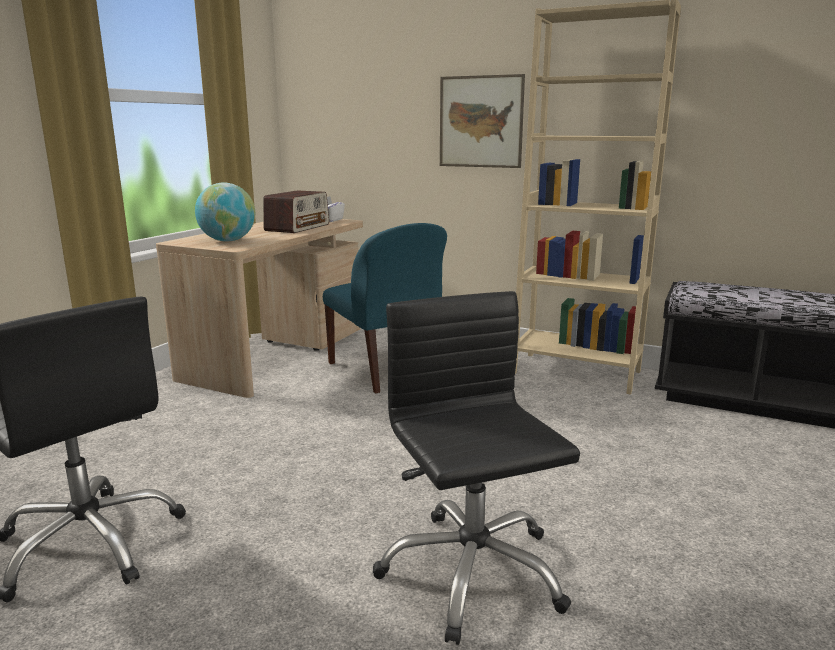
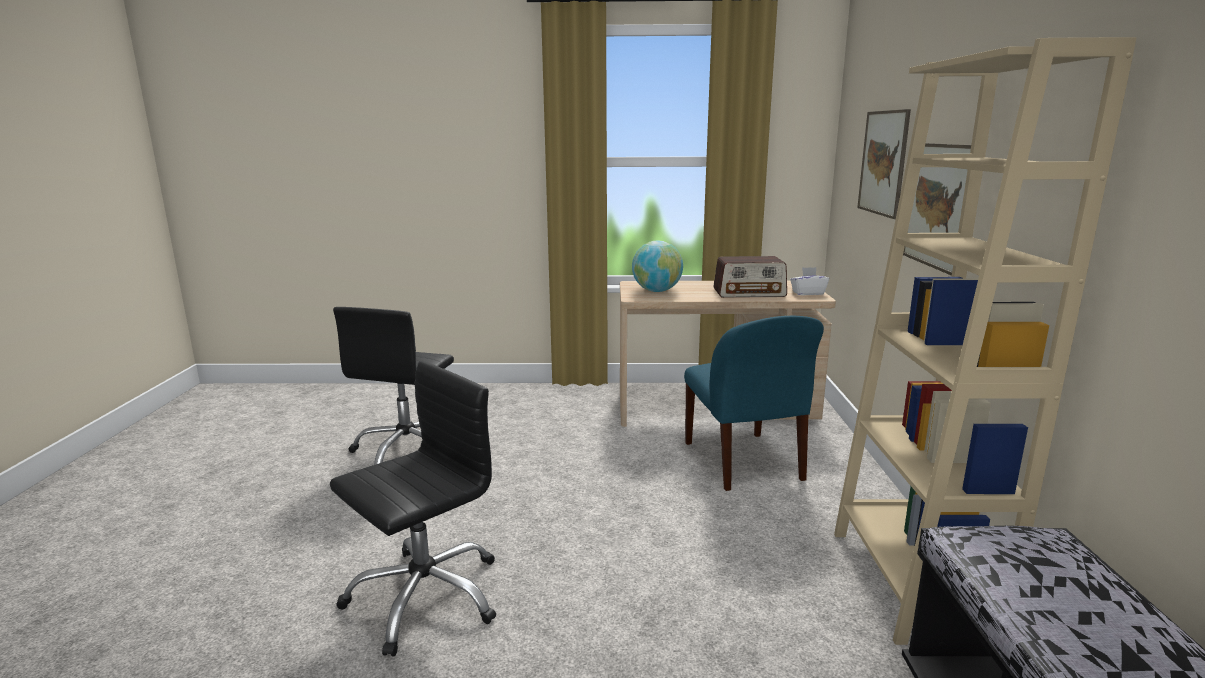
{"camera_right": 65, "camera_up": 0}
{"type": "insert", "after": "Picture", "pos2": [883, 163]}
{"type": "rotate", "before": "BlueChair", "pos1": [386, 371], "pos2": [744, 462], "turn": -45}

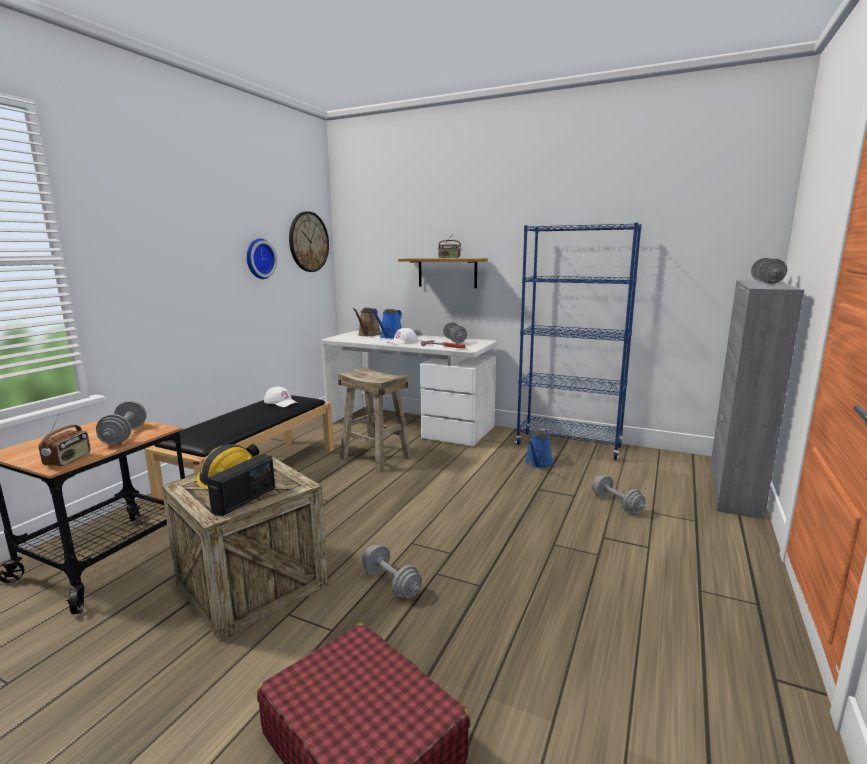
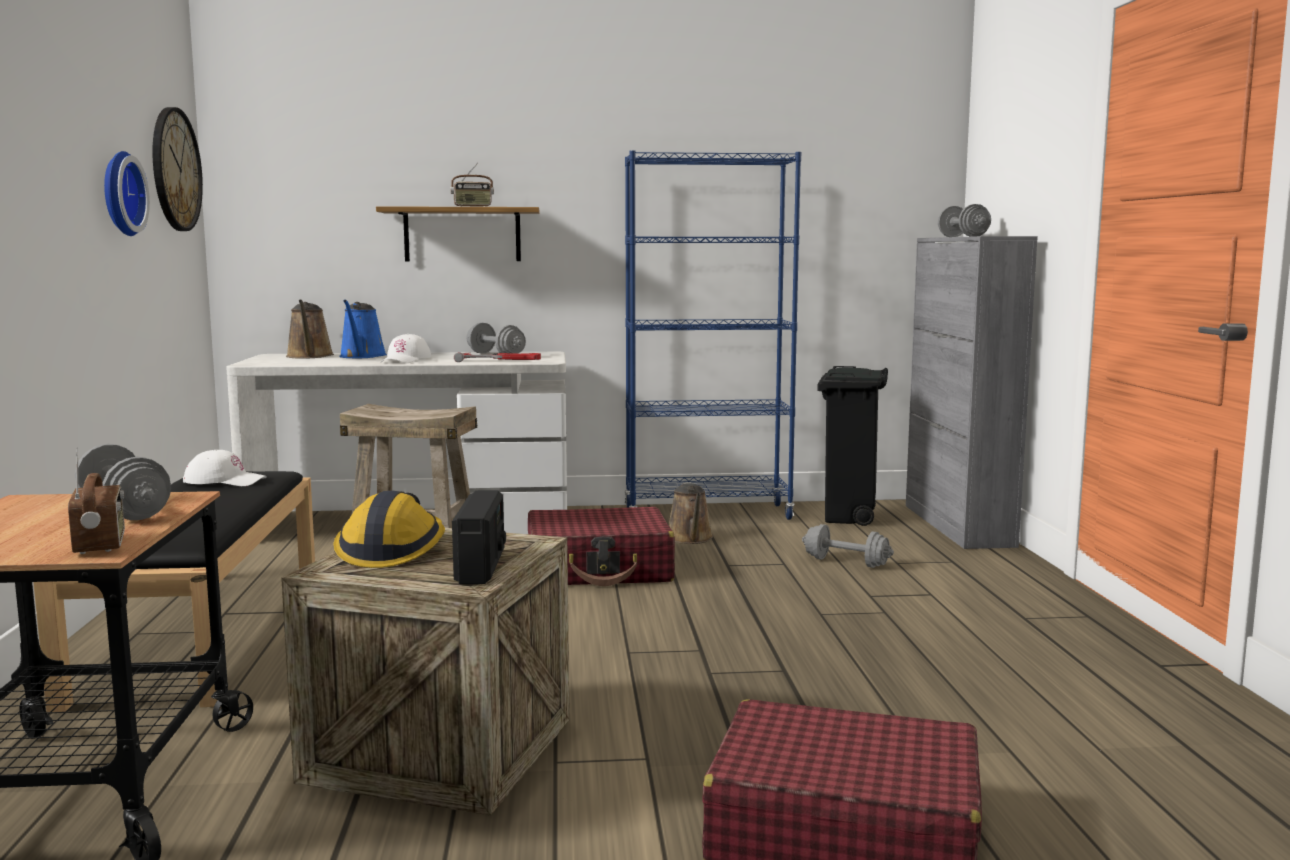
{"camera_right": -30, "camera_up": -5}
{"type": "delete", "before": "GreyDumbbell", "pos1": [391, 583]}
{"type": "insert", "after": "RedSuitcase", "pos2": [599, 569]}
{"type": "insert", "after": "BlackTrashCan", "pos2": [849, 518]}
{"type": "recolor", "before": "BlueWateringCan", "after": "BrownWateringCan", "pos1": [538, 463], "pos2": [690, 539]}

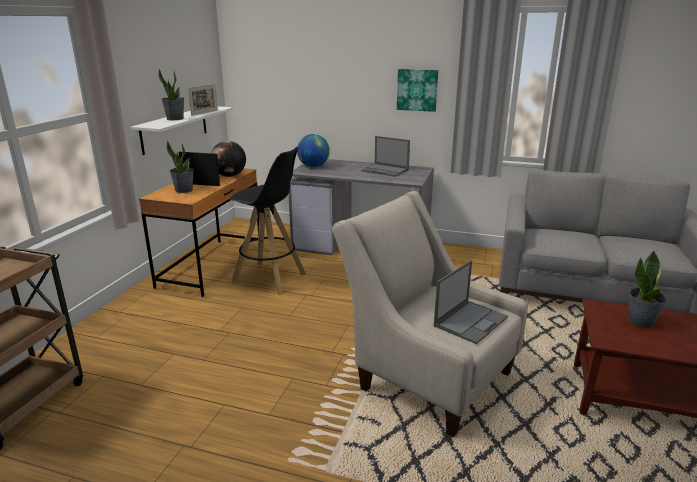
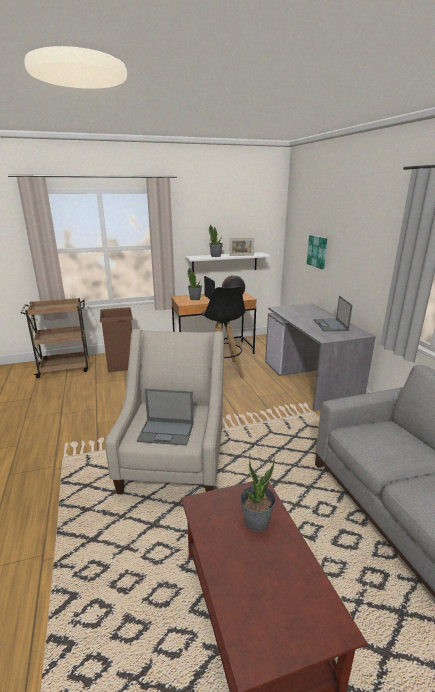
{"camera_right": 55, "camera_up": 0}
{"type": "delete", "before": "Globe", "pos1": [313, 166]}
{"type": "insert", "after": "BrownTrashCan", "pos2": [121, 365]}
{"type": "move", "before": "Picture", "pos1": [417, 90], "pos2": [318, 251]}

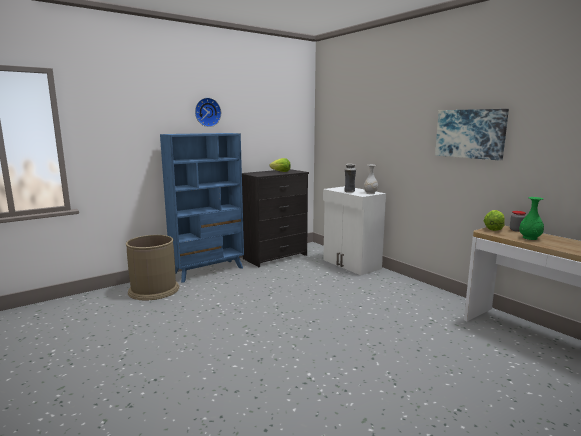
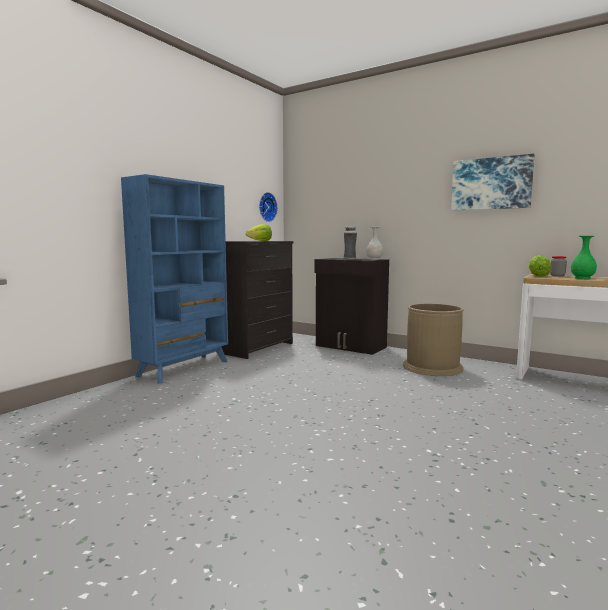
{"camera_right": -20, "camera_up": -5}
{"type": "move", "before": "BrownTrashCan", "pos1": [154, 290], "pos2": [432, 367]}
{"type": "move", "before": "WallClock", "pos1": [207, 112], "pos2": [266, 207]}
{"type": "recolor", "before": "WhiteCabinet", "after": "BlackCabinet", "pos1": [351, 264], "pos2": [350, 346]}

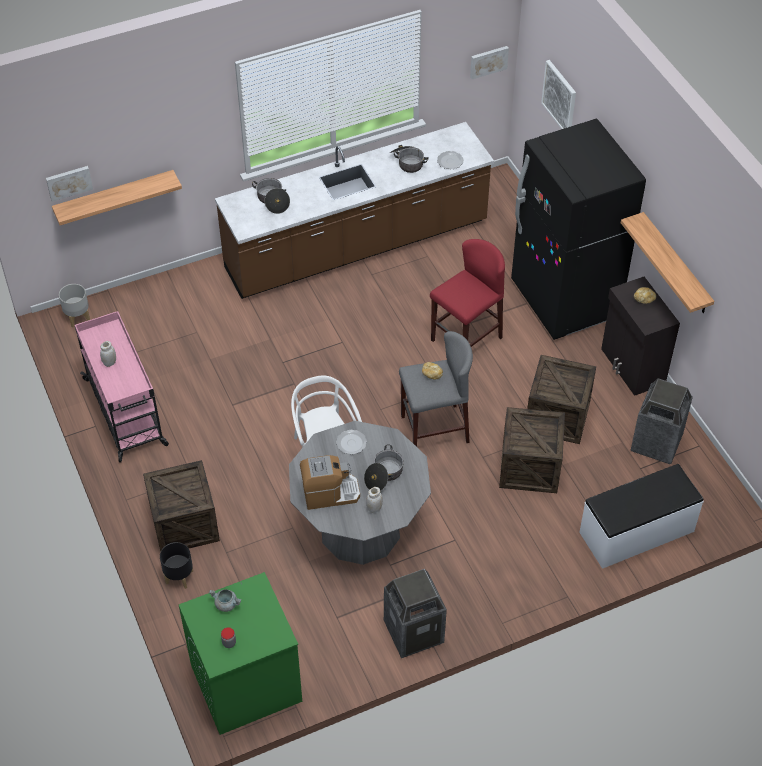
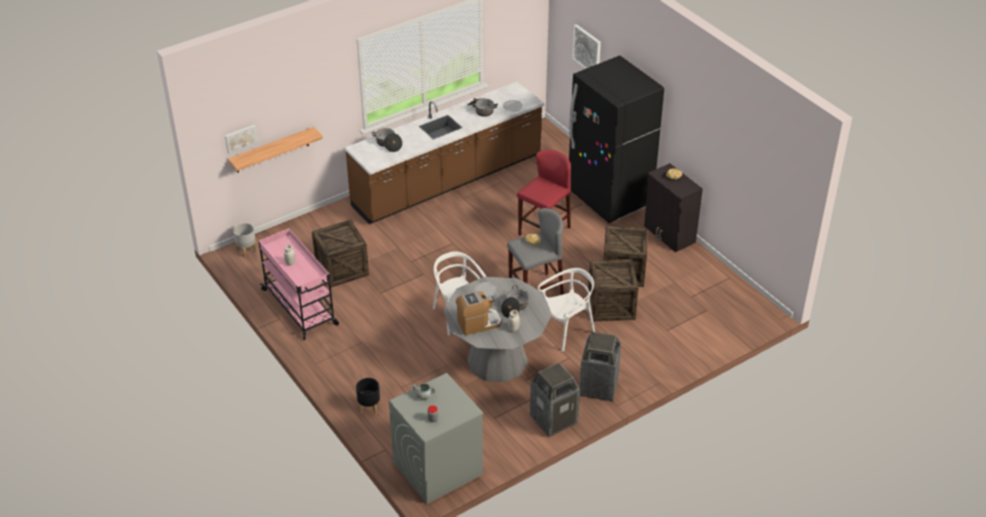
{"camera_right": -10, "camera_up": -10}
{"type": "delete", "before": "Picture", "pos1": [488, 61]}
{"type": "delete", "before": "WhiteBench", "pos1": [637, 532]}
{"type": "delete", "before": "Shelf", "pos1": [676, 265]}
{"type": "insert", "after": "WhiteChair", "pos2": [566, 331]}
{"type": "move", "before": "Crate", "pos1": [184, 524], "pos2": [342, 269]}
{"type": "move", "before": "TrashCan", "pos1": [656, 443], "pos2": [599, 387]}
{"type": "recolor", "before": "GreenWashingMachine", "after": "GreyWashingMachine", "pos1": [245, 684], "pos2": [437, 469]}

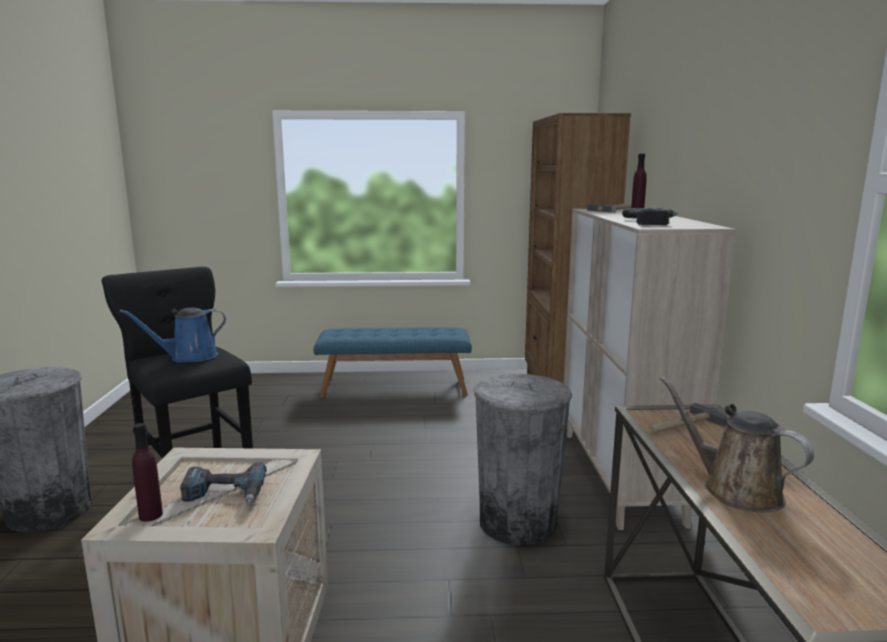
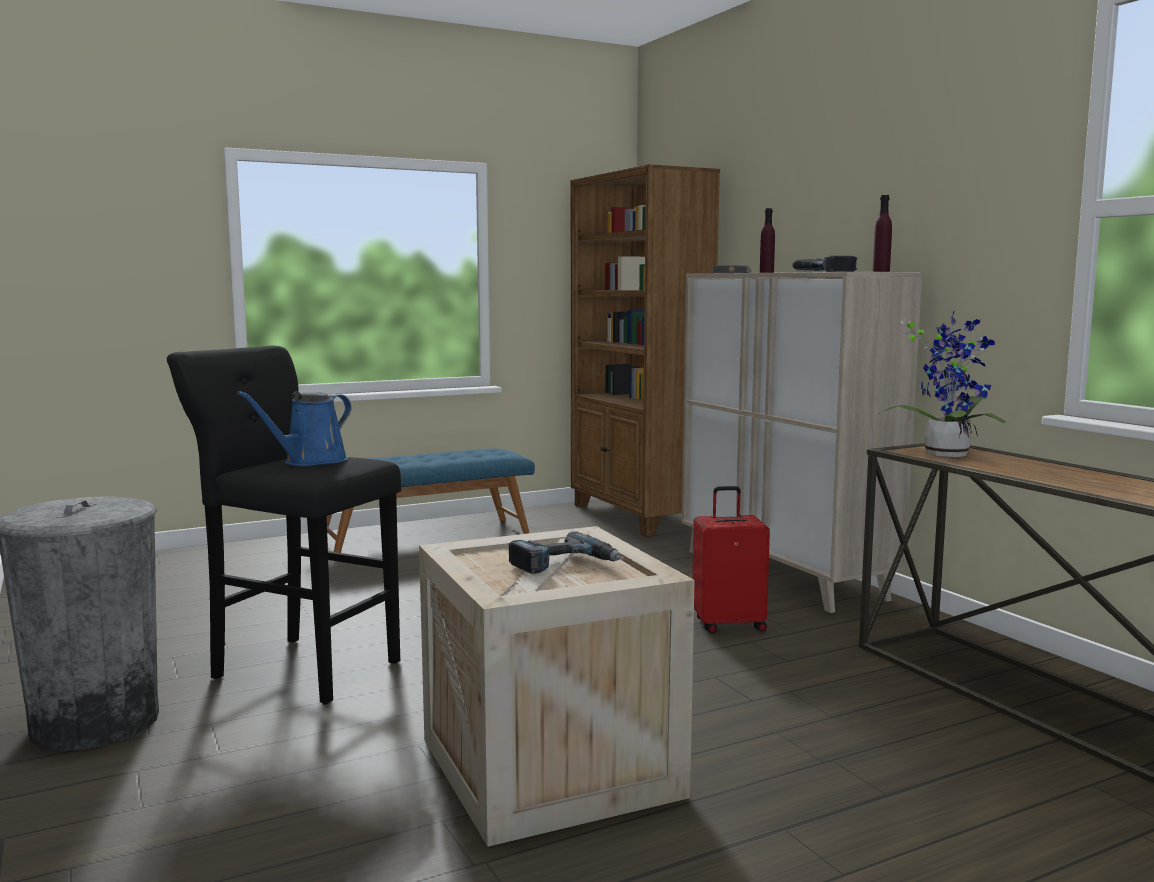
{"camera_right": -25, "camera_up": -5}
{"type": "delete", "before": "BrownWateringCan", "pos1": [735, 490]}
{"type": "move", "before": "PurpleBottle", "pos1": [151, 515], "pos2": [881, 271]}
{"type": "replace", "before": "GreyTrashCan", "after": "RedSuitcase", "pos1": [518, 522], "pos2": [728, 624]}
{"type": "replace", "before": "Hammer", "after": "PottedPlant", "pos1": [685, 426], "pos2": [947, 453]}

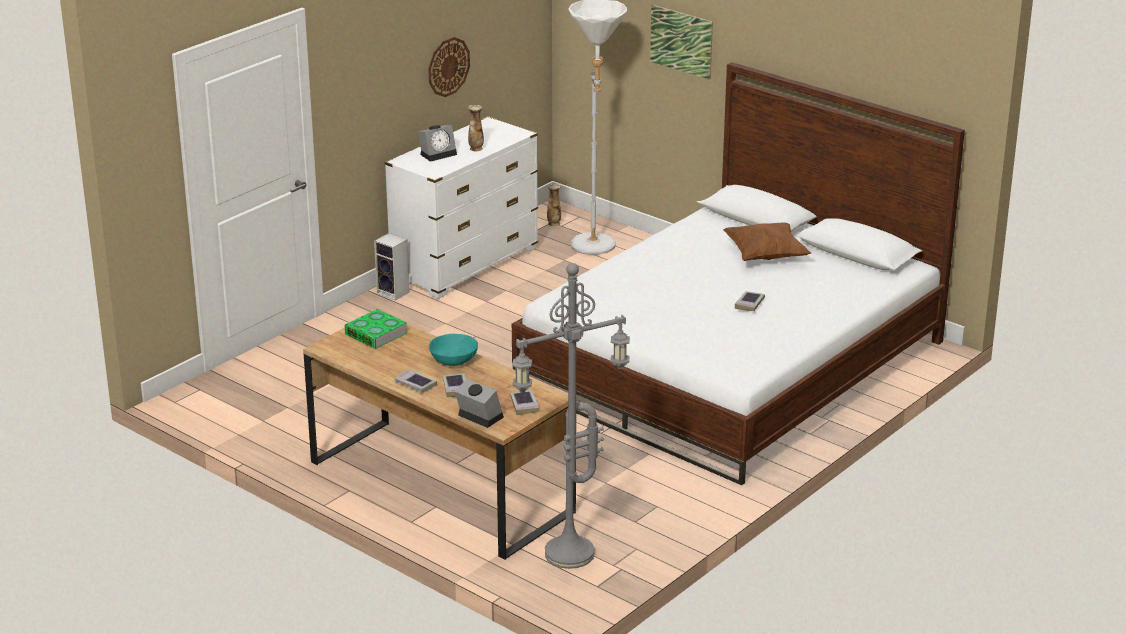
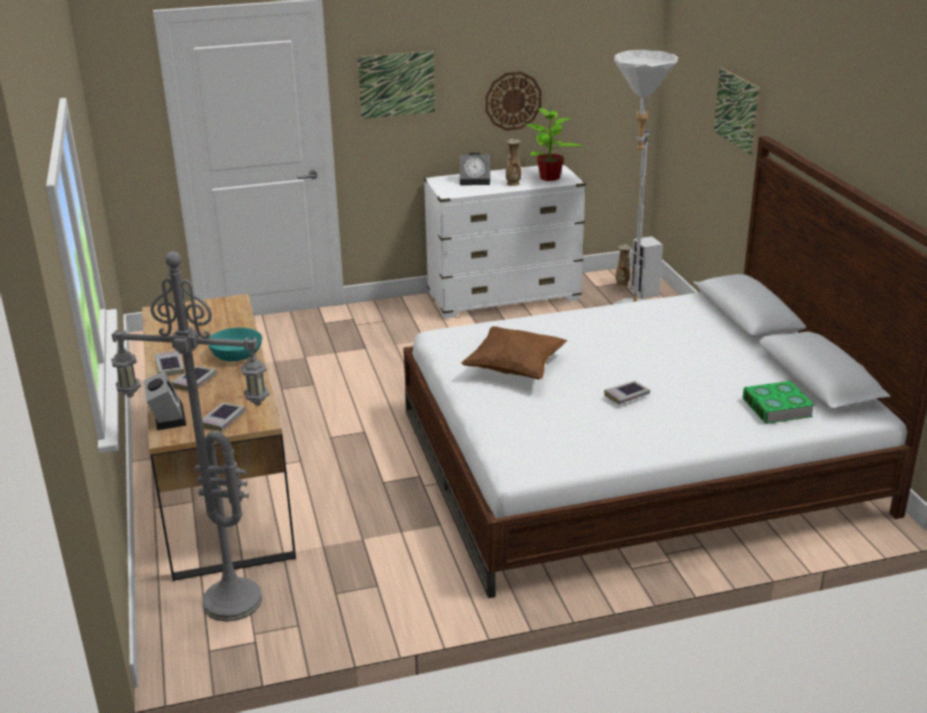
{"camera_right": 35, "camera_up": 0}
{"type": "insert", "after": "Picture", "pos2": [396, 84]}
{"type": "insert", "after": "PottedPlant", "pos2": [550, 177]}
{"type": "move", "before": "Book", "pos1": [376, 334], "pos2": [776, 407]}
{"type": "move", "before": "Speaker", "pos1": [394, 293], "pos2": [645, 293]}
{"type": "move", "before": "BrownPillow", "pos1": [765, 256], "pos2": [515, 369]}

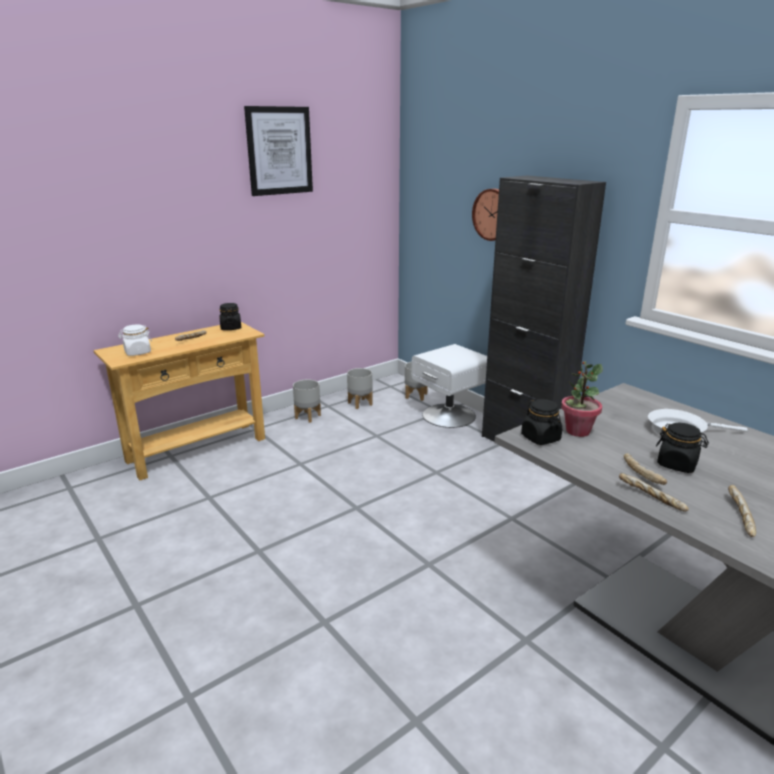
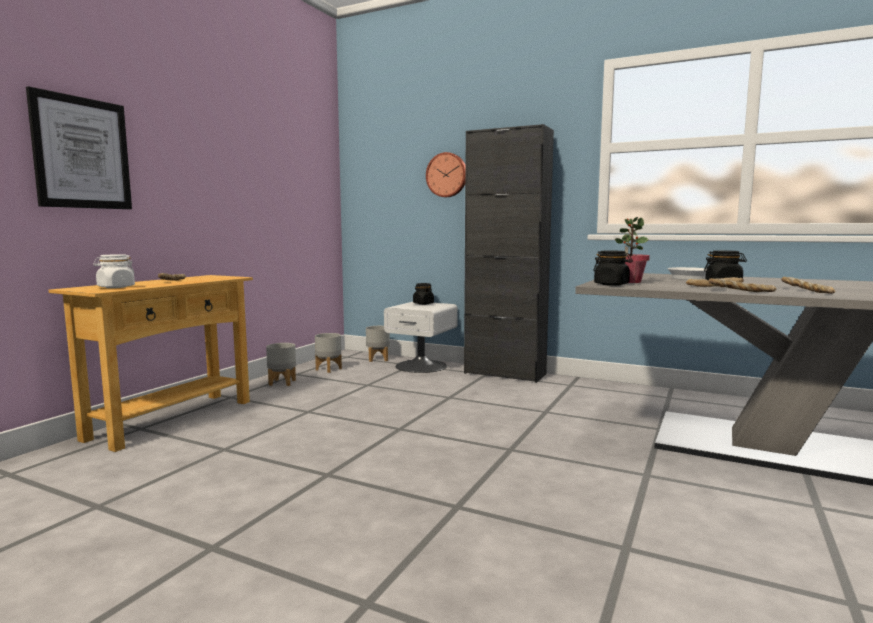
{"camera_right": -25, "camera_up": -15}
{"type": "move", "before": "BlackJar", "pos1": [231, 328], "pos2": [423, 303]}
{"type": "move", "before": "Picture", "pos1": [279, 151], "pos2": [82, 153]}

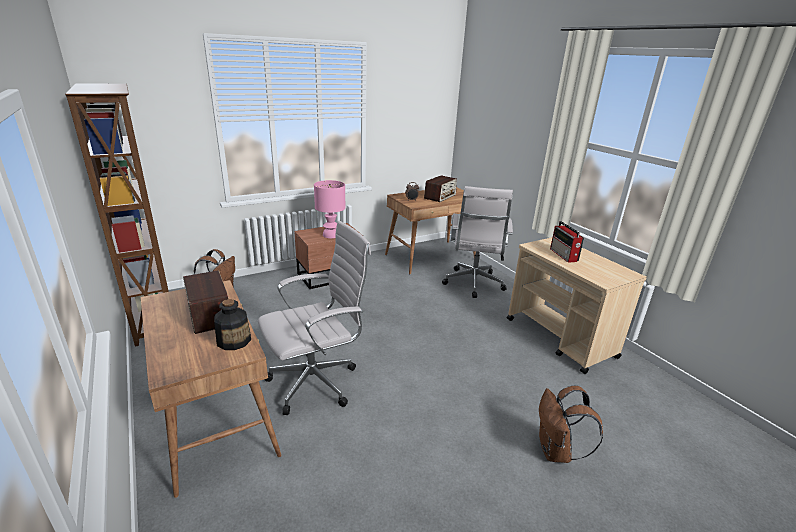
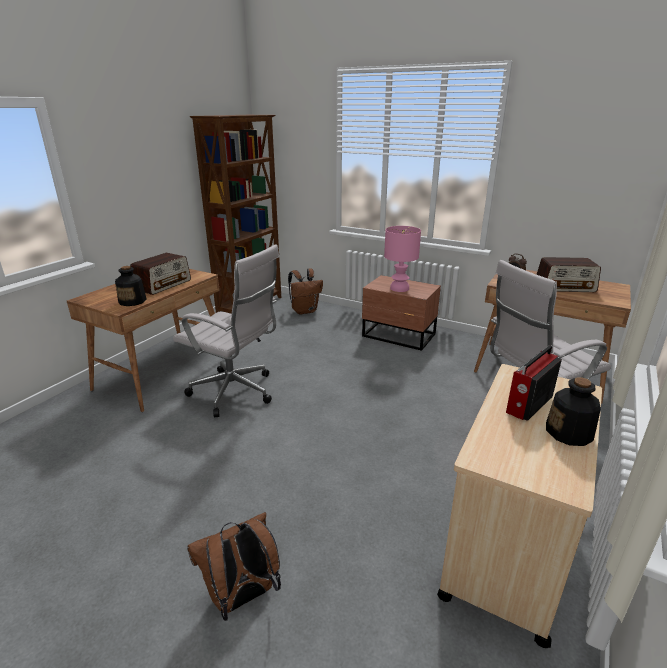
{"camera_right": 60, "camera_up": 0}
{"type": "insert", "after": "Bottle", "pos2": [569, 433]}

